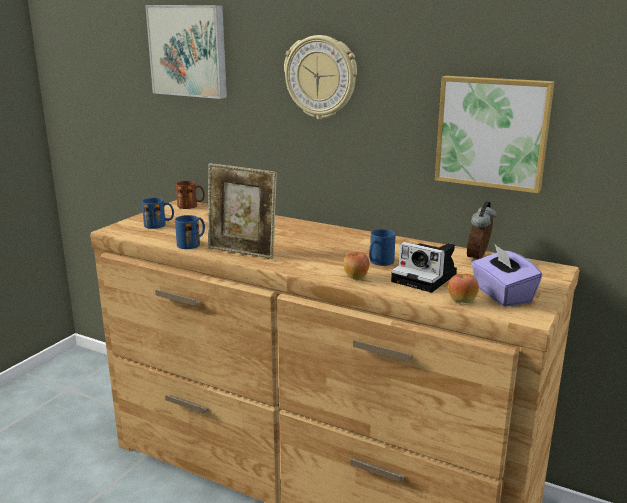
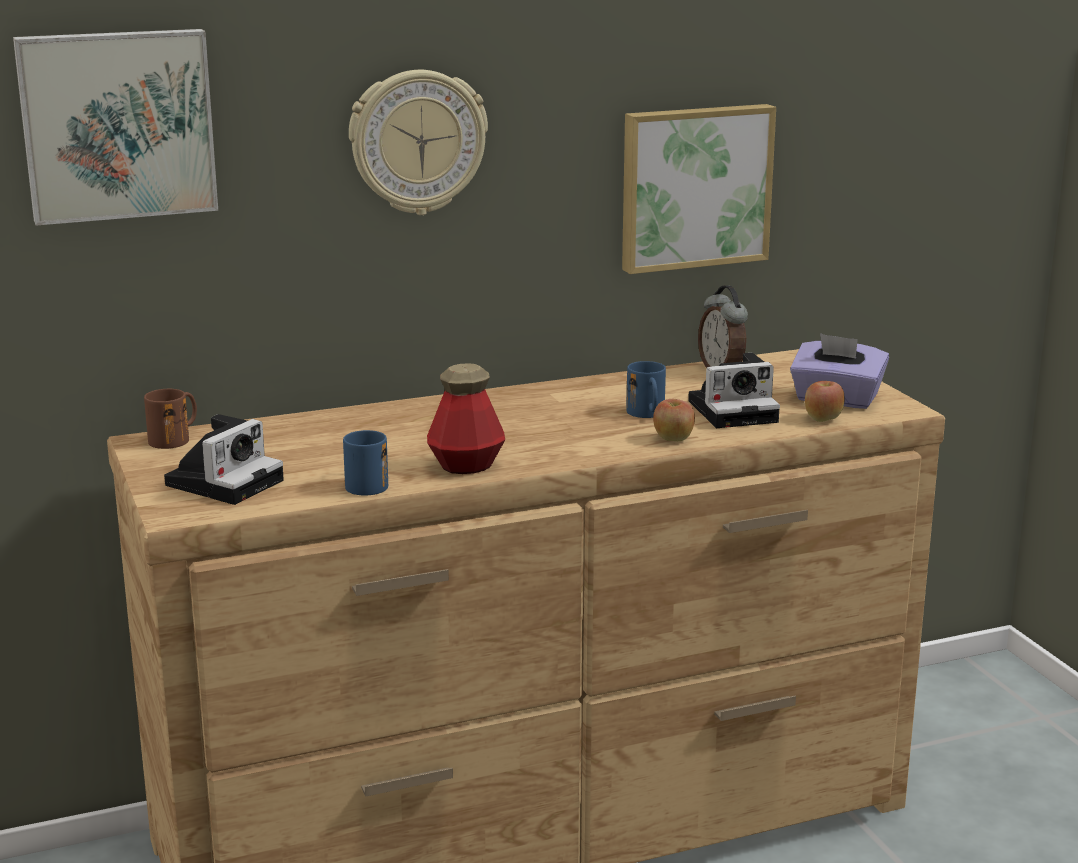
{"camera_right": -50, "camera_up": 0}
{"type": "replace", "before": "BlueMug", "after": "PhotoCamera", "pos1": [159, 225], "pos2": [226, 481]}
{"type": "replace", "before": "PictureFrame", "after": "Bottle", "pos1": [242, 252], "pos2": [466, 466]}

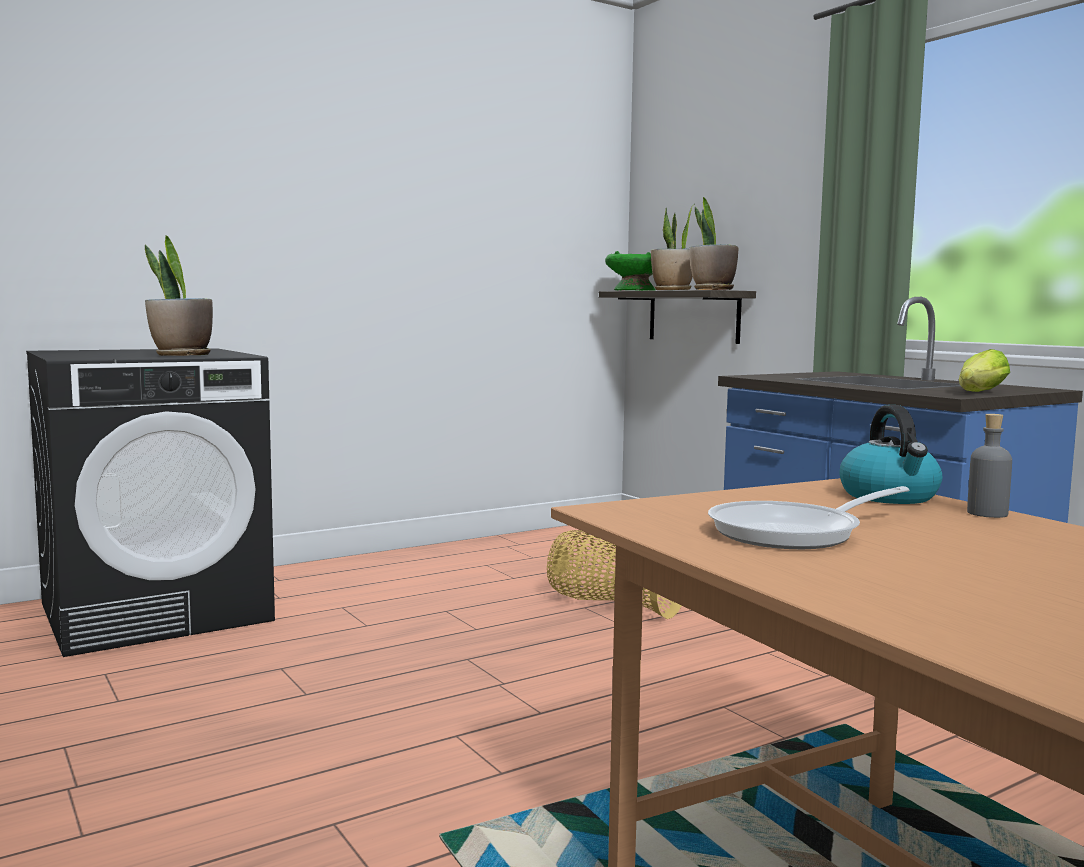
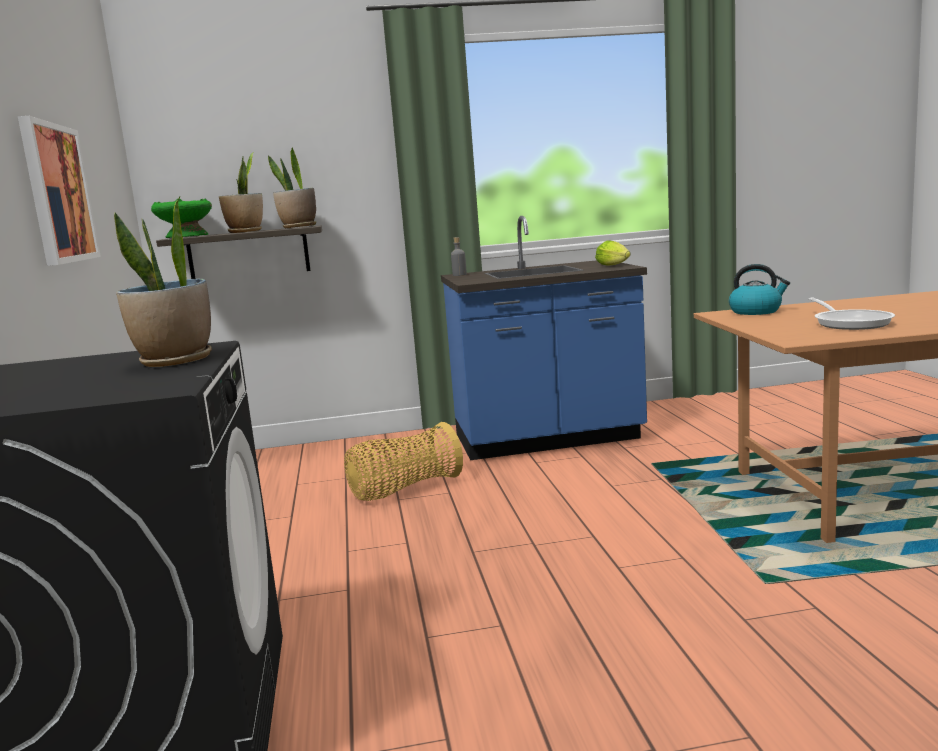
{"camera_right": -65, "camera_up": 5}
{"type": "insert", "after": "Picture", "pos2": [58, 194]}
{"type": "move", "before": "GreyBottle", "pos1": [987, 513], "pos2": [459, 275]}

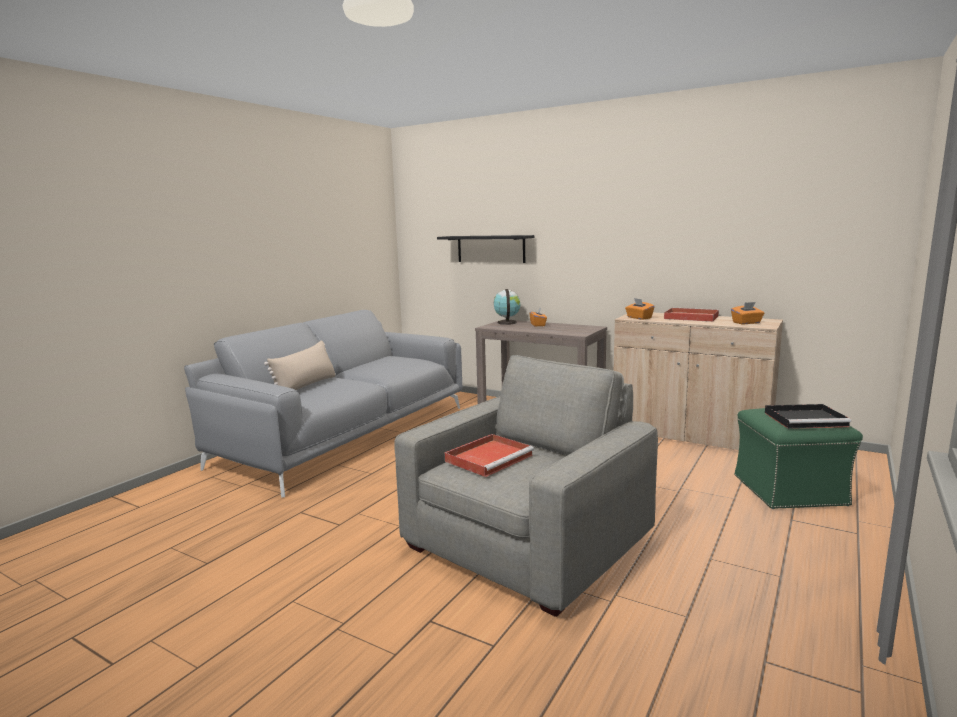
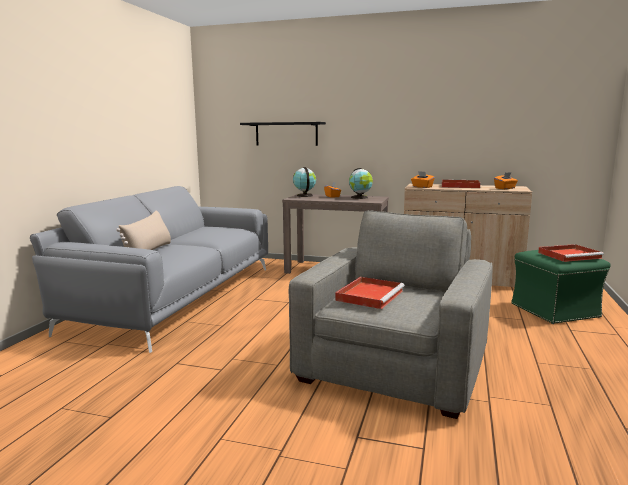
{"camera_right": -15, "camera_up": 0}
{"type": "insert", "after": "Globe", "pos2": [360, 197]}
{"type": "recolor", "before": "BlackTray", "after": "RedTray", "pos1": [806, 419], "pos2": [570, 255]}

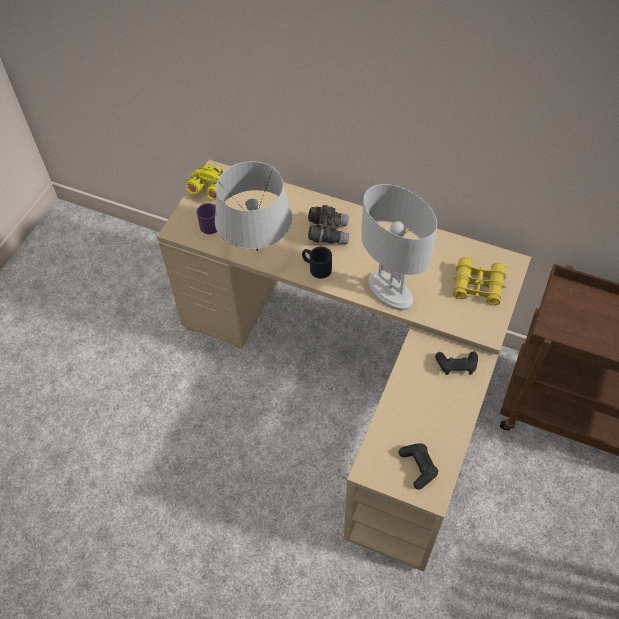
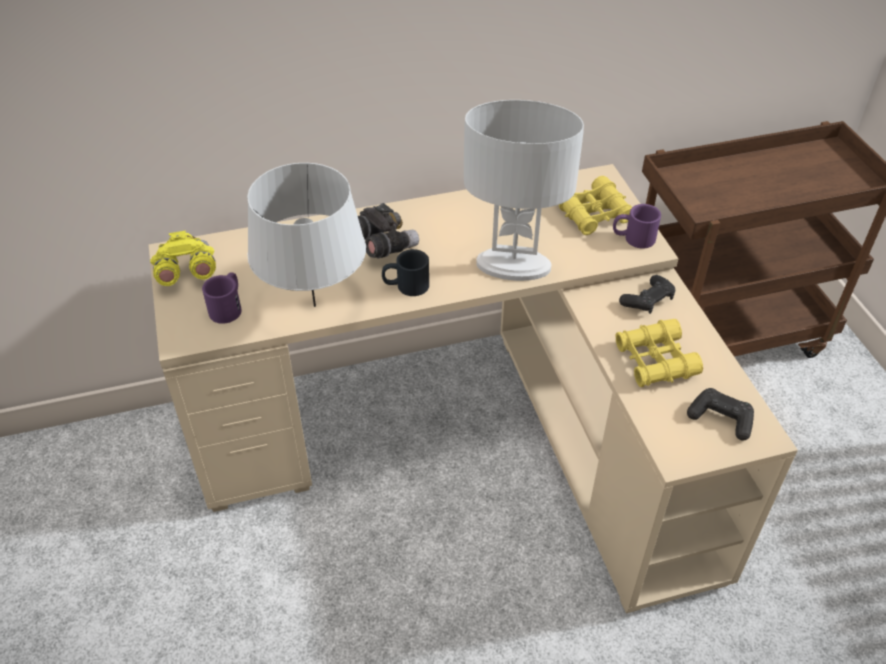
{"camera_right": -40, "camera_up": -10}
{"type": "insert", "after": "PurpleMug", "pos2": [633, 238]}
{"type": "insert", "after": "YellowBinoculars", "pos2": [655, 361]}

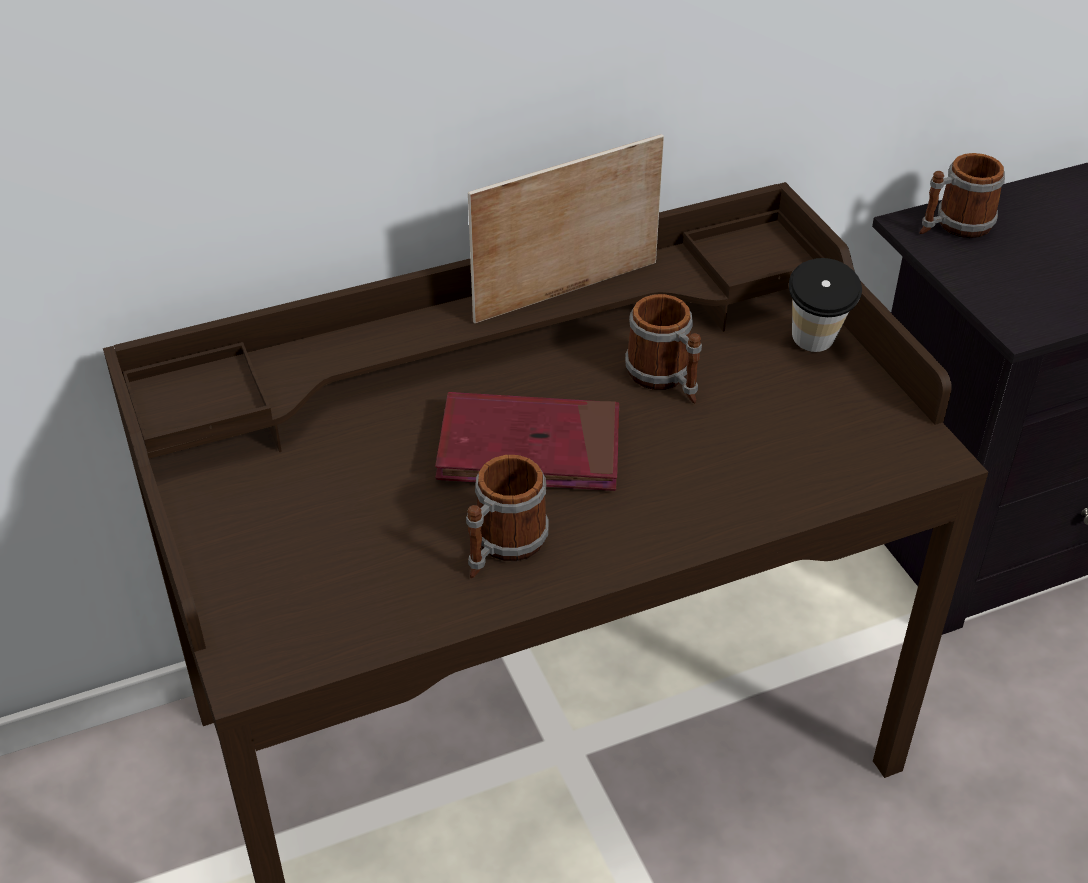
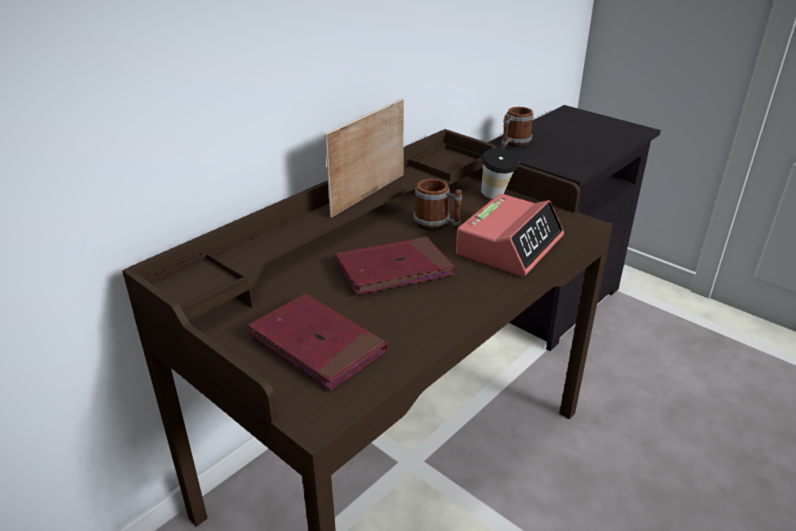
{"camera_right": -25, "camera_up": -10}
{"type": "delete", "before": "Mug", "pos1": [502, 547]}
{"type": "insert", "after": "RedBook", "pos2": [317, 344]}
{"type": "insert", "after": "AlarmClock", "pos2": [509, 245]}

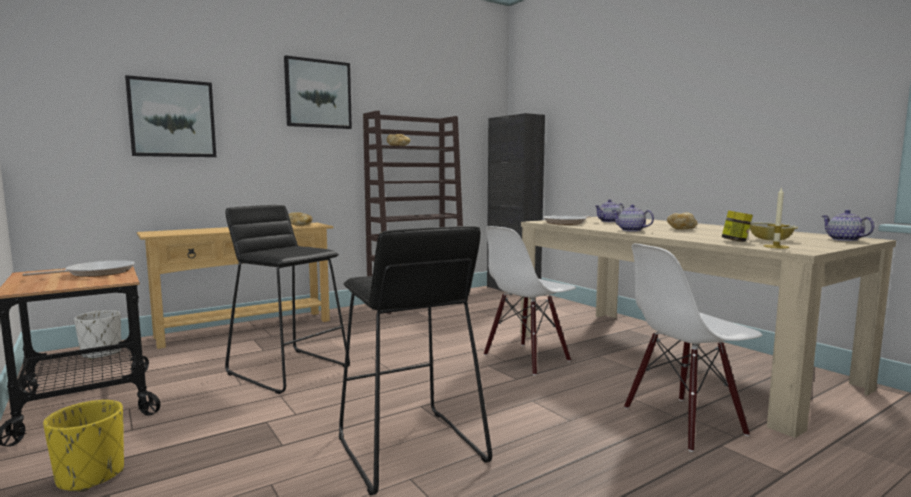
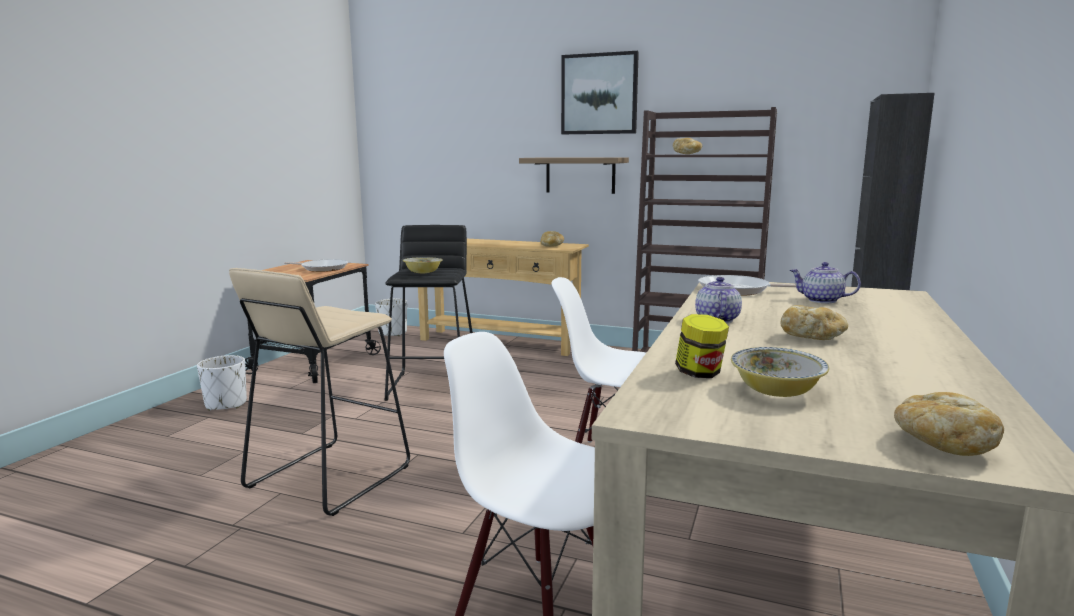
{"camera_right": 55, "camera_up": 5}
{"type": "delete", "before": "Picture", "pos1": [172, 118]}
{"type": "delete", "before": "Candle", "pos1": [776, 246]}
{"type": "insert", "after": "Bowl", "pos2": [423, 273]}
{"type": "insert", "after": "Shelf", "pos2": [580, 175]}
{"type": "replace", "before": "Teapot", "after": "Bread", "pos1": [843, 239], "pos2": [942, 444]}
{"type": "recolor", "before": "YellowPlanter", "after": "WhitePlanter", "pos1": [91, 476], "pos2": [226, 404]}
{"type": "recolor", "before": "BlackStool", "after": "BeigeStool", "pos1": [409, 450], "pos2": [328, 477]}

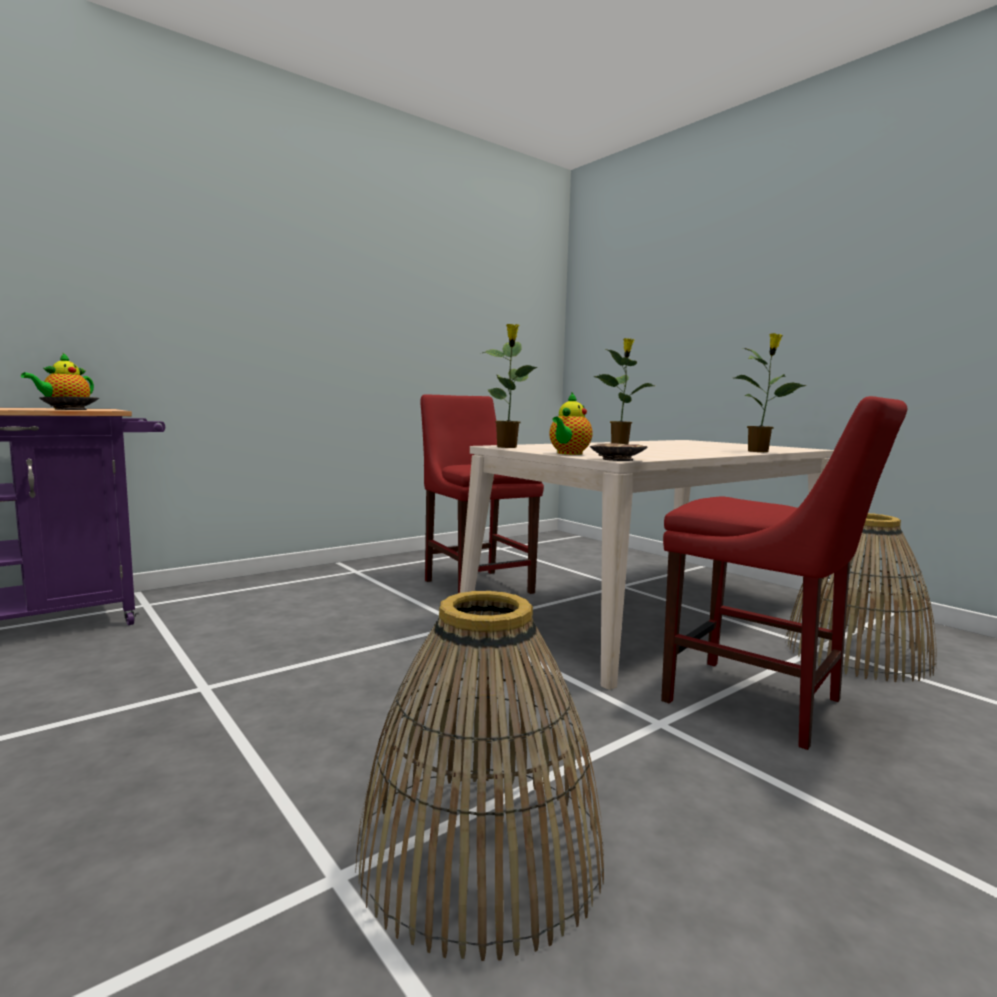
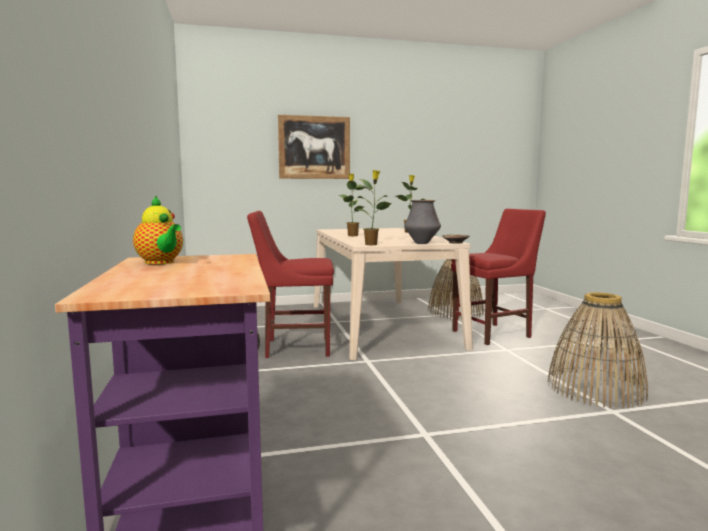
{"camera_right": -65, "camera_up": 0}
{"type": "delete", "before": "BrownBowl", "pos1": [71, 409]}
{"type": "insert", "after": "Picture", "pos2": [314, 147]}
{"type": "replace", "before": "Teapot", "after": "Vase", "pos1": [568, 453], "pos2": [421, 243]}

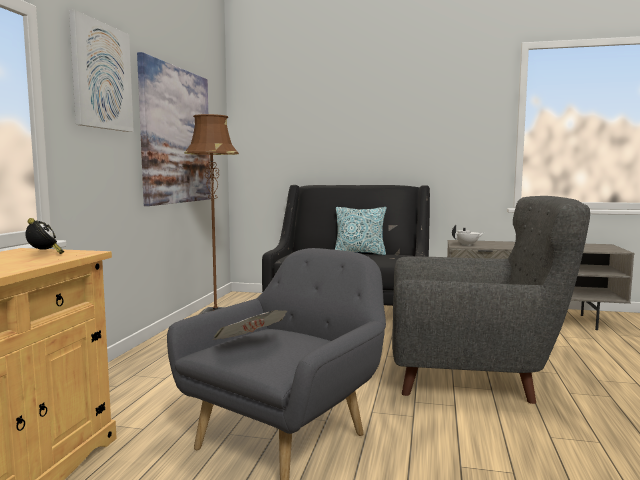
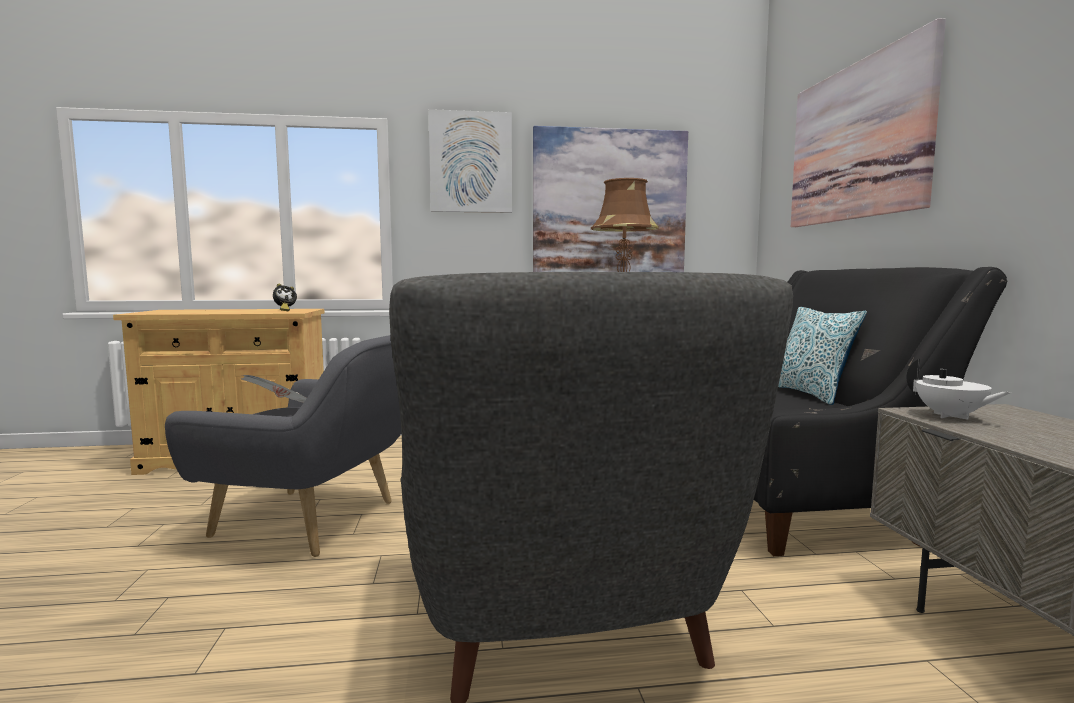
{"camera_right": 70, "camera_up": 0}
{"type": "insert", "after": "Picture", "pos2": [857, 142]}

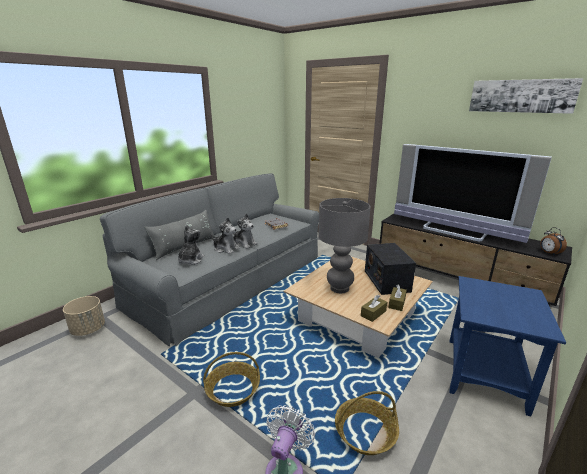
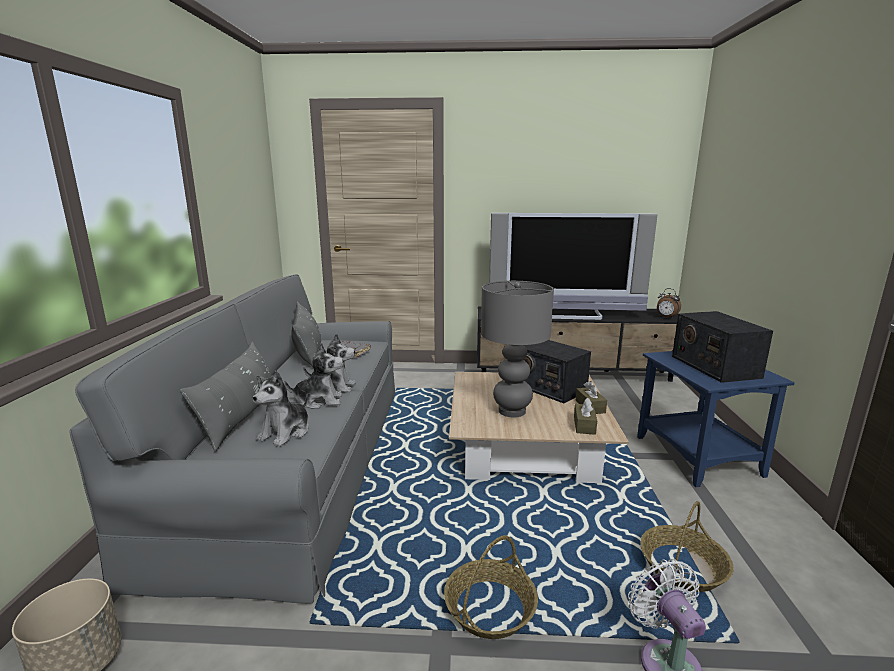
{"camera_right": -35, "camera_up": -5}
{"type": "delete", "before": "Picture", "pos1": [521, 96]}
{"type": "insert", "after": "GreyPillow", "pos2": [308, 353]}
{"type": "insert", "after": "Radio", "pos2": [714, 366]}
{"type": "rotate", "before": "PlushToy", "pos1": [190, 260], "pos2": [286, 432], "turn": -135}

